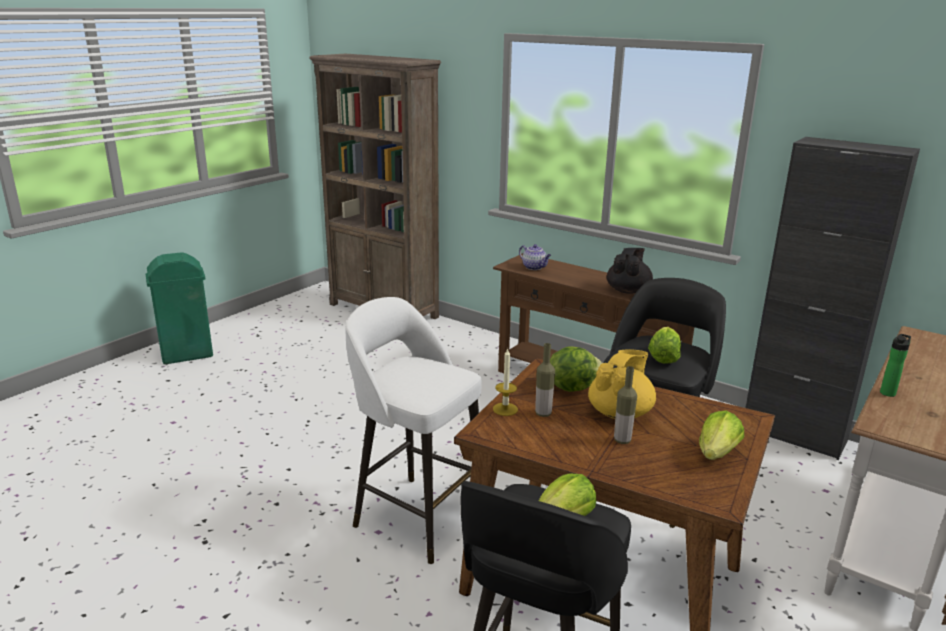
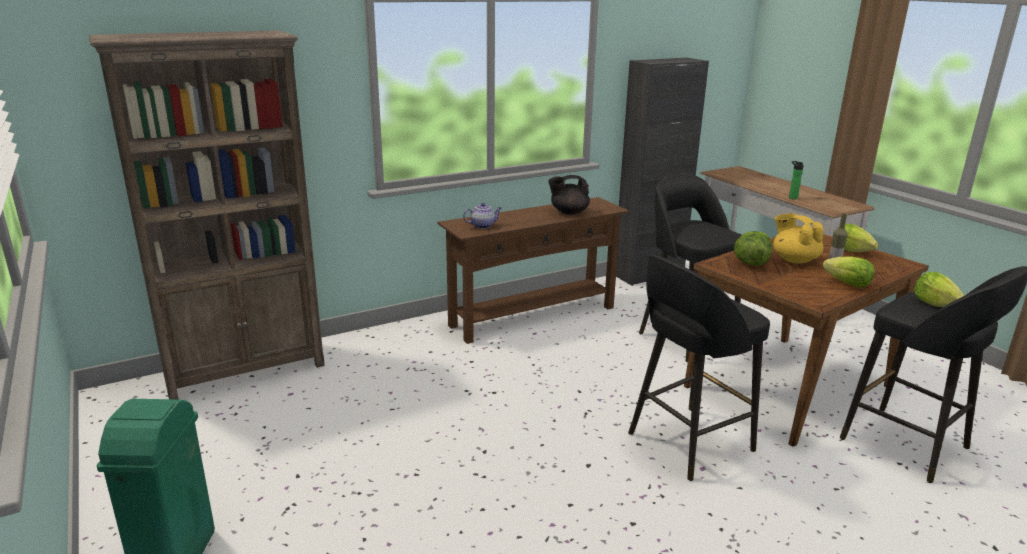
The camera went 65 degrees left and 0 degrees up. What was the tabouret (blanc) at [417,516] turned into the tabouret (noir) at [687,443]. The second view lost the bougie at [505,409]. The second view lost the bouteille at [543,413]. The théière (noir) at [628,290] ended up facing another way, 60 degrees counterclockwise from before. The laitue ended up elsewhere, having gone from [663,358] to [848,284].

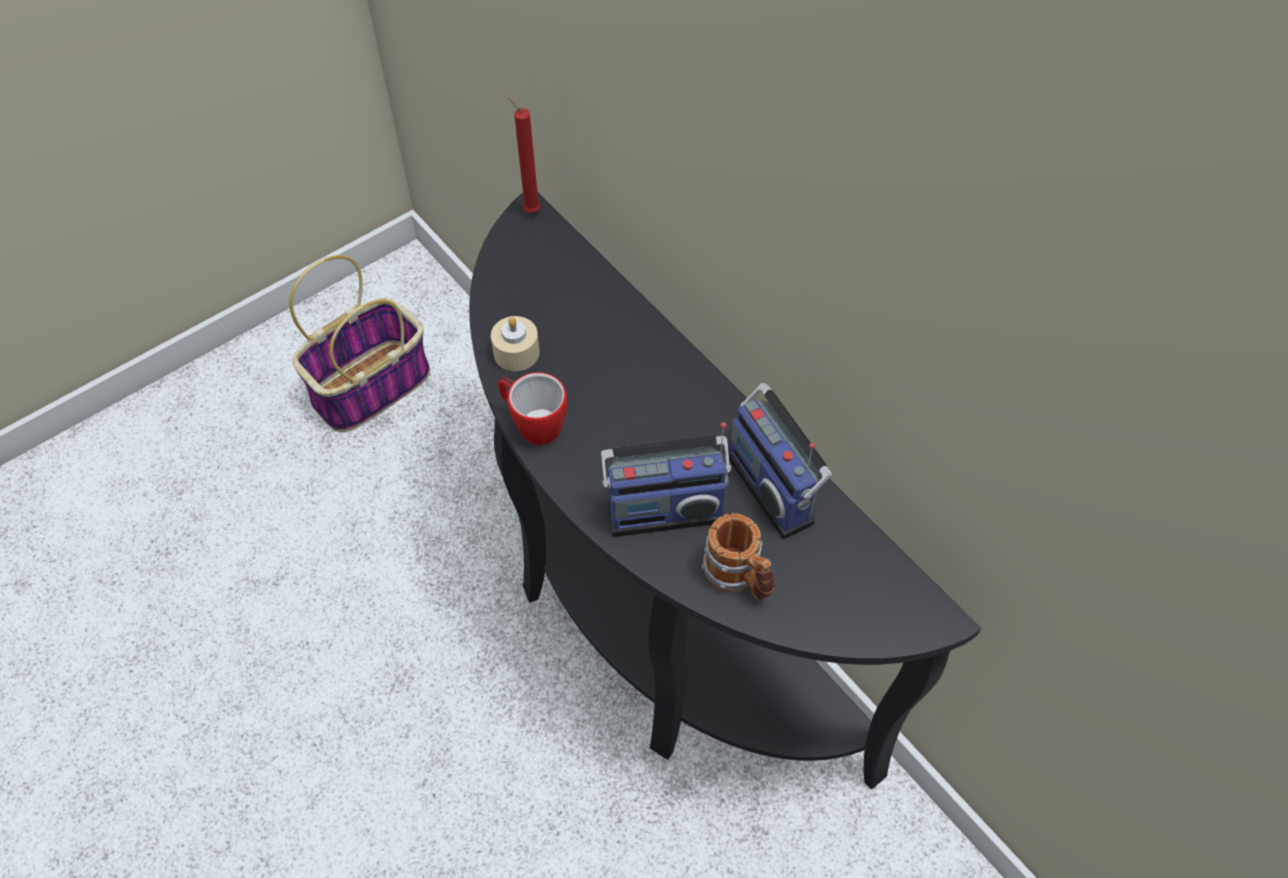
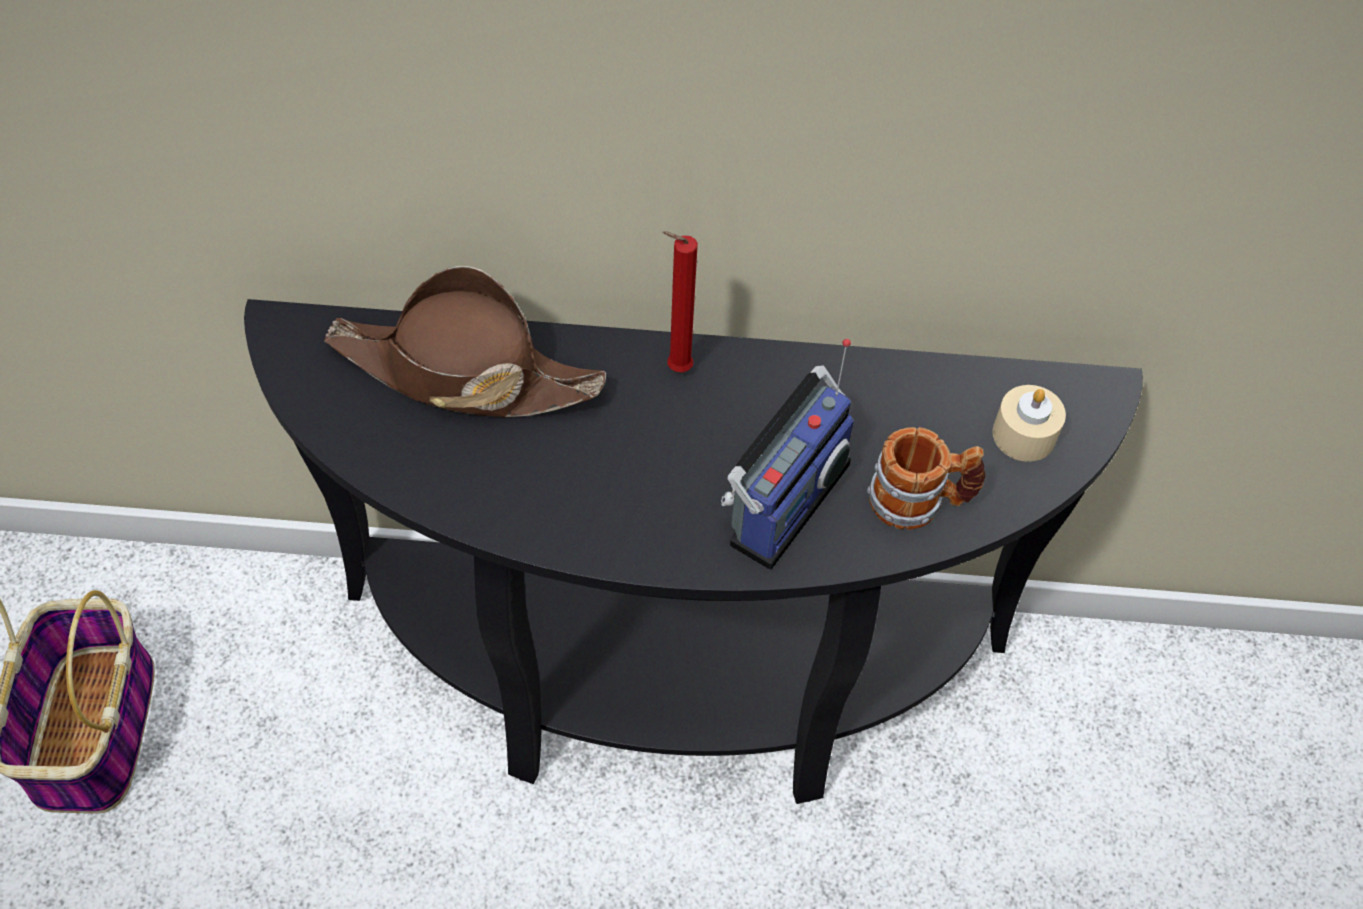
The camera went 50 degrees left and 0 degrees up. The bougie (beige) ended up elsewhere, having gone from [516,353] to [1024,435]. The second view lost the mug at [533,424]. The bougie (rouge) ended up elsewhere, having gone from [530,210] to [675,369]. The second view lost the radio at [774,485]. The second view gained the chapeau (marron) at [464,372].

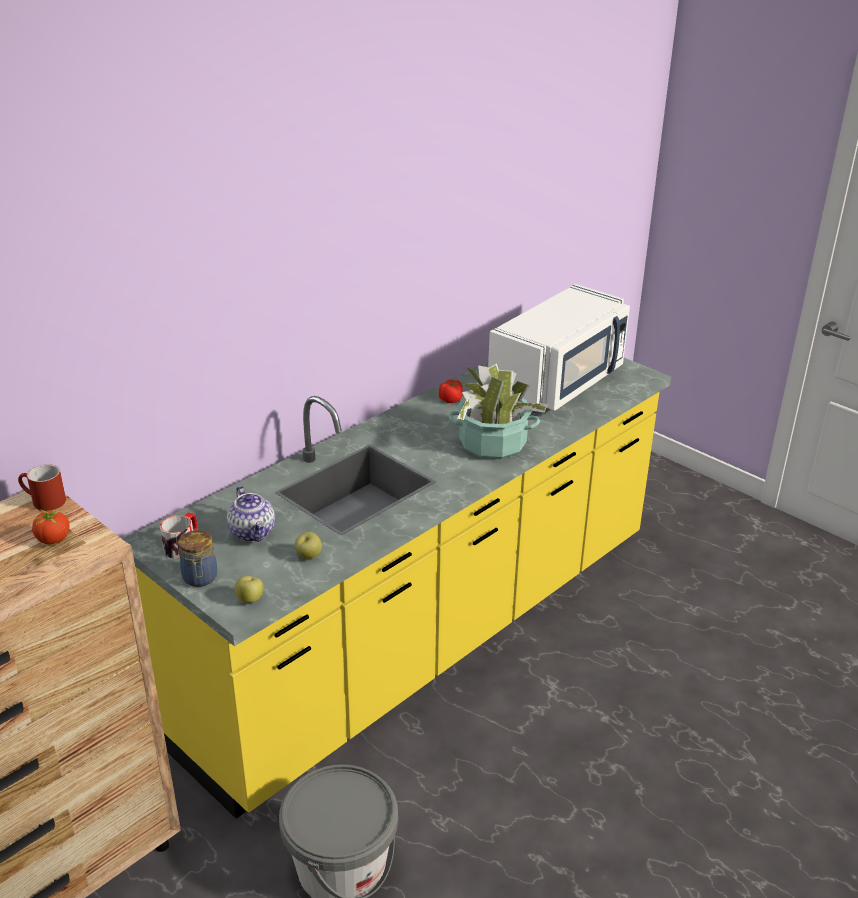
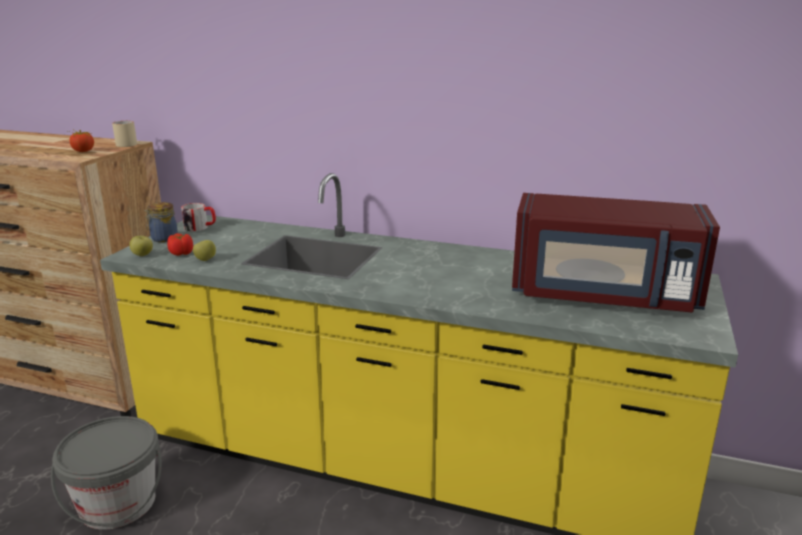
The camera went 65 degrees right and 10 degrees down. What was the mug (rouge) at [43,502] turned into the mug (beige) at [126,144]. The second view lost the théière at [253,532]. The tomate ended up elsewhere, having gone from [451,400] to [181,253]. The second view lost the plante en pot at [492,444]. What was the micro-ondes (blanc) at [559,383] turned into the micro-ondes (rouge) at [603,295].

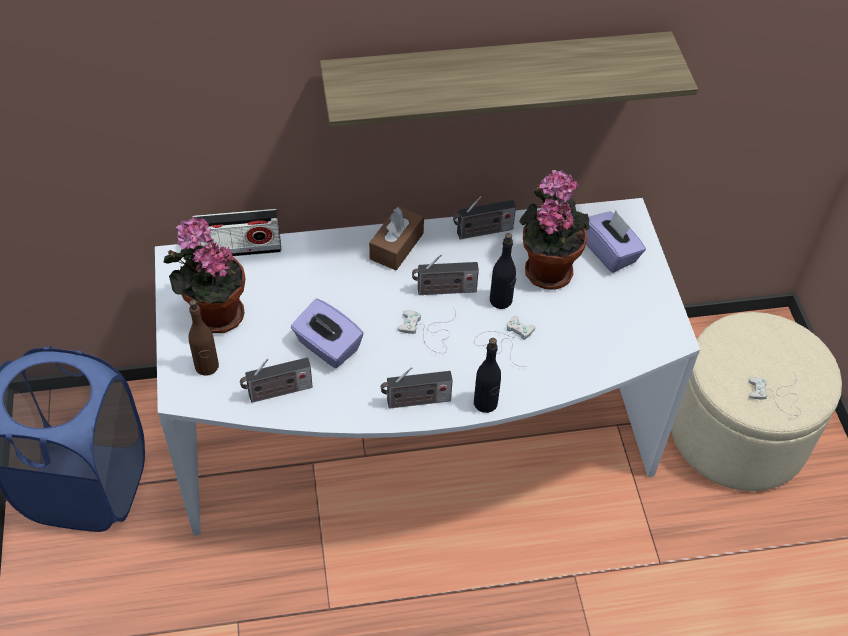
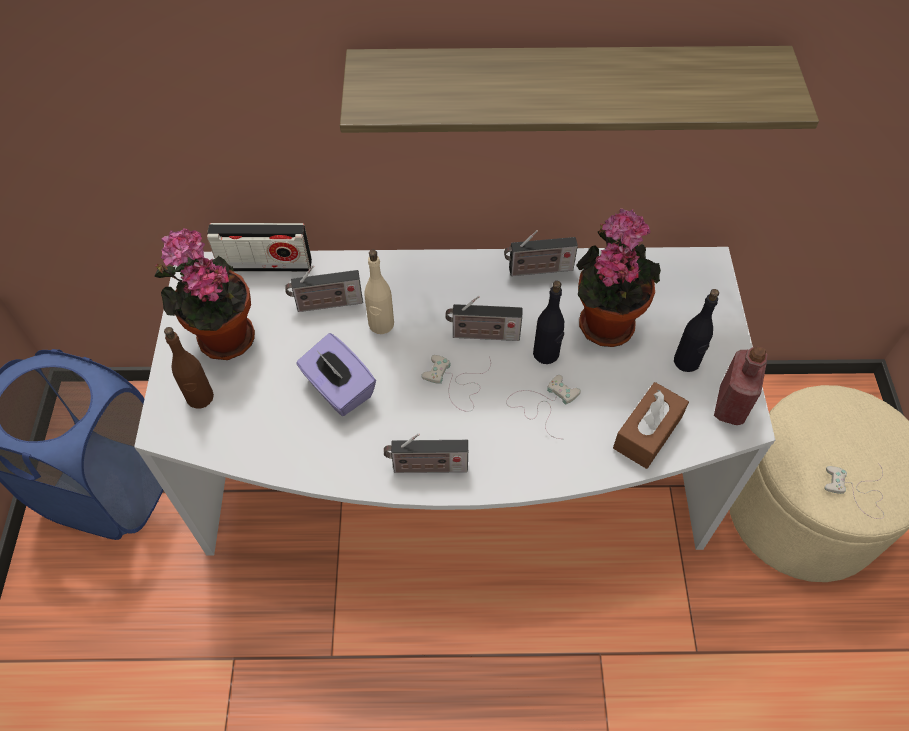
The camera went 10 degrees right and 5 degrees up. The radio ended up elsewhere, having gone from [277,392] to [326,304]. The boîte à mouchoirs (marron) ended up elsewhere, having gone from [396,246] to [647,432]. The bouteille (noir) ended up elsewhere, having gone from [485,403] to [686,362]. The second view lost the boîte à mouchoirs (violet) at [610,252]. The second view gained the bouteille (beige) at [381,324]. The second view gained the bouteille (rouge) at [730,405].

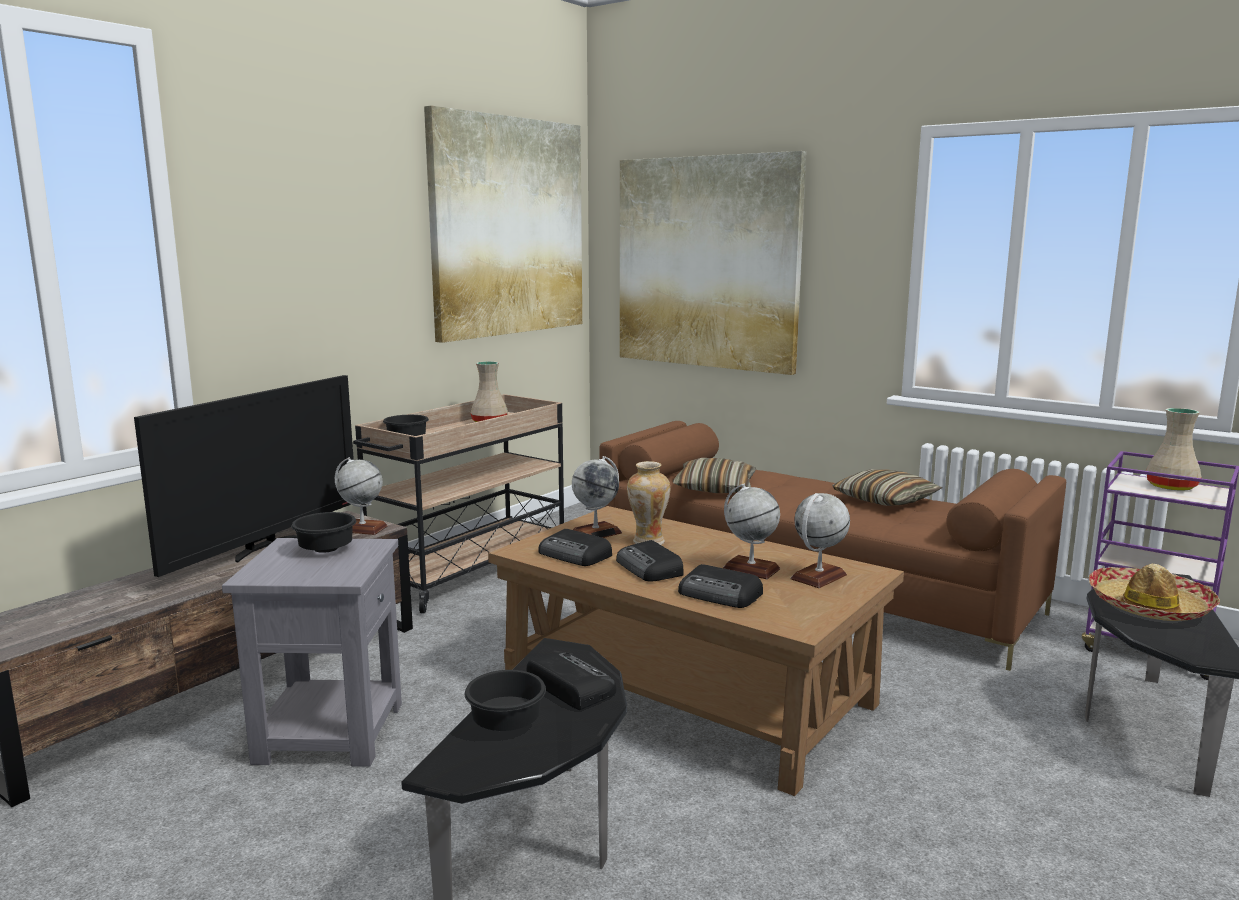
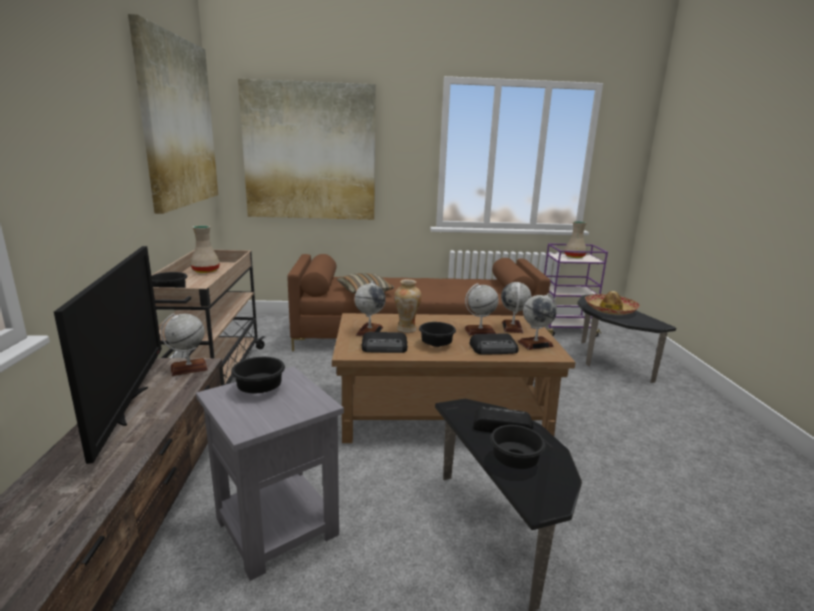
The camera went 40 degrees left and 5 degrees up. Where the radio stood at [650,569], the bol (noir) came to stand at [437,344]. The second view lost the coussin at [885,500]. The second view gained the globe at [535,344].

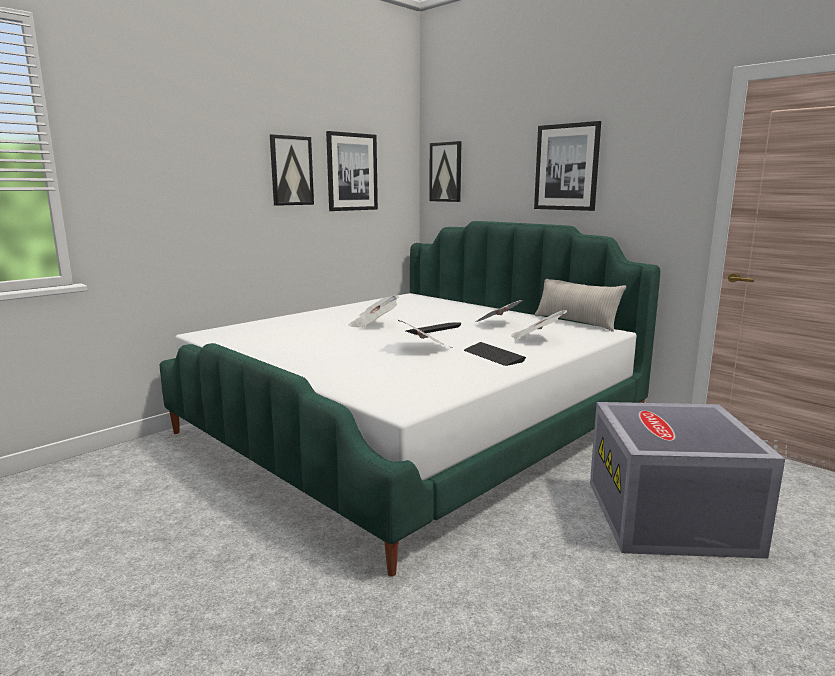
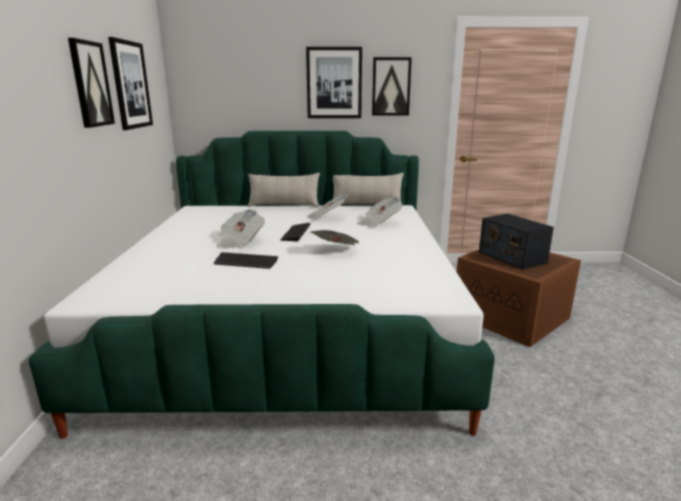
The camera went 45 degrees left and 5 degrees up. The tableau ended up elsewhere, having gone from [446,172] to [391,86]. The clavier ended up elsewhere, having gone from [493,355] to [246,262]. What was the boîte de rangement (gris) at [672,518] turned into the boîte de rangement (marron) at [512,316]. The second view gained the coussin (beige) at [284,205]. The second view gained the radio at [511,257].

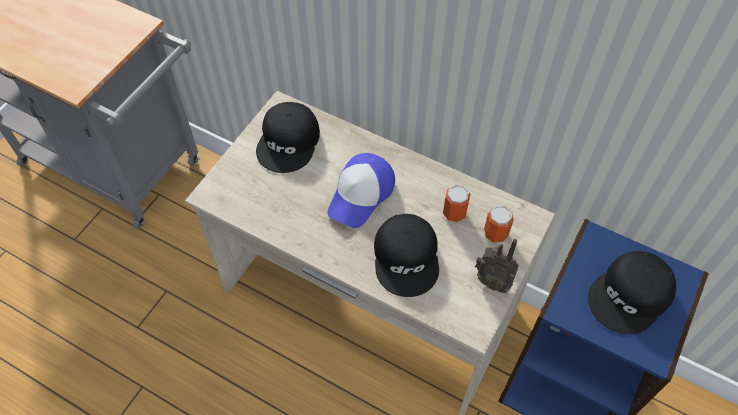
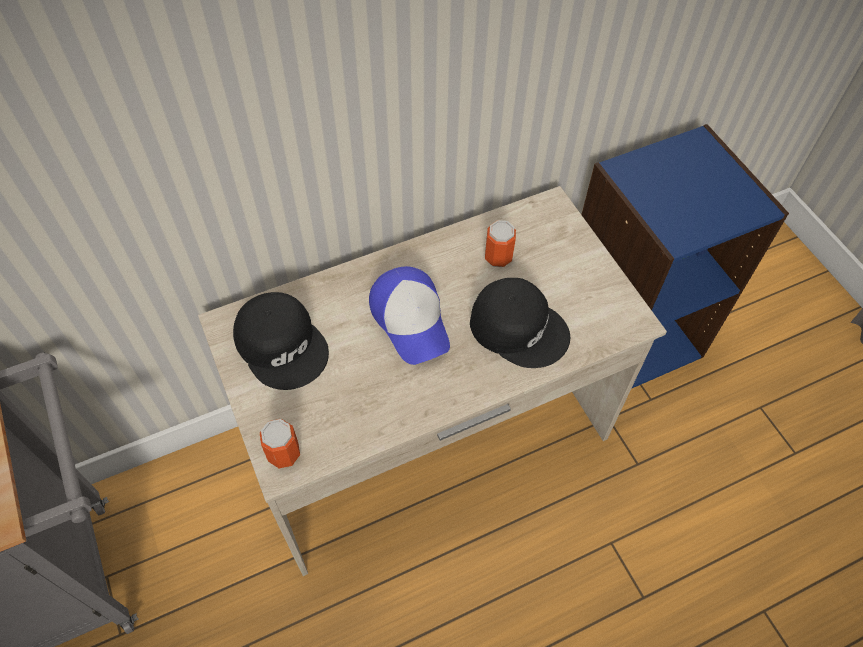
The camera went 55 degrees left and 0 degrees up. The second view lost the radio at [492,281]. The boîte métallique ended up elsewhere, having gone from [495,233] to [284,454]. The second view lost the casquette (noir) at [631,296].

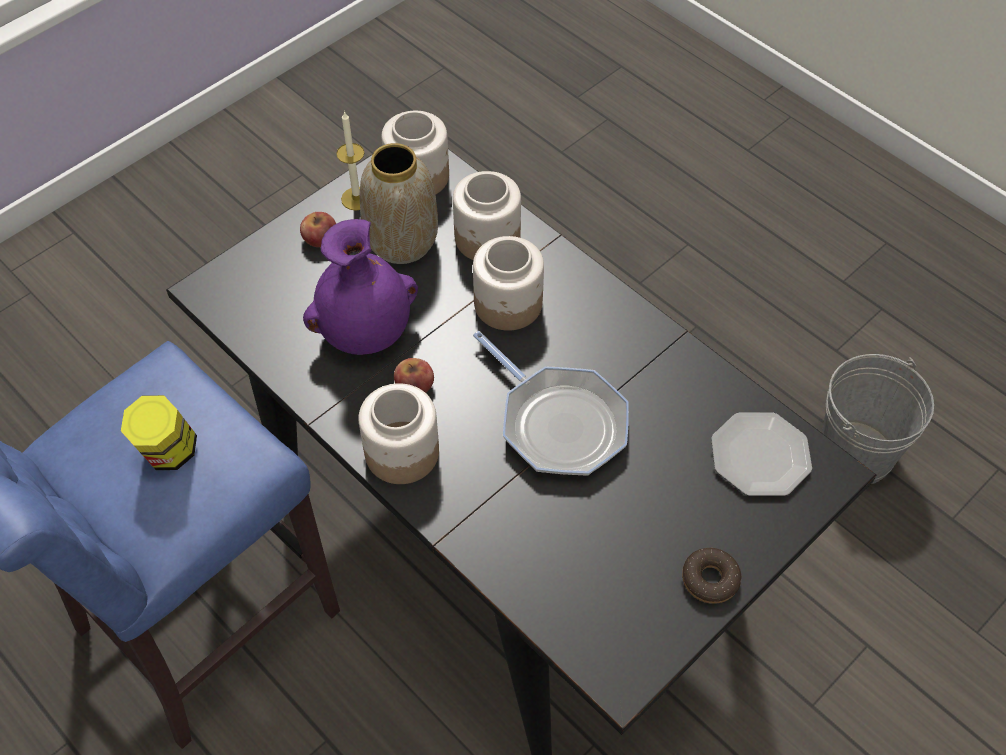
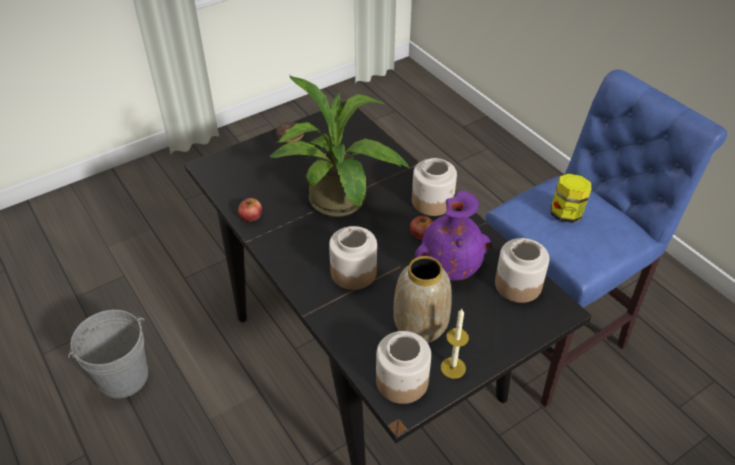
The camera went 170 degrees left and 10 degrees down. The pomme ended up elsewhere, having gone from [320,238] to [251,216]. The bocal ended up elsewhere, having gone from [487,238] to [518,284]. Where the poêle stood at [558,422], the plante en pot came to stand at [341,204]. The second view lost the assiette at [759,455].

